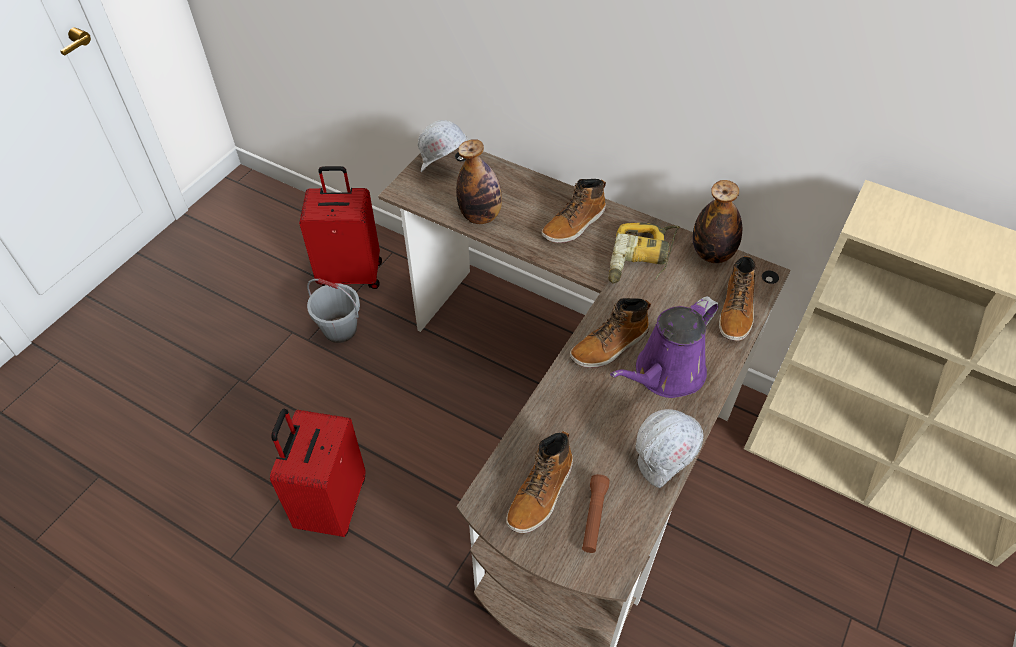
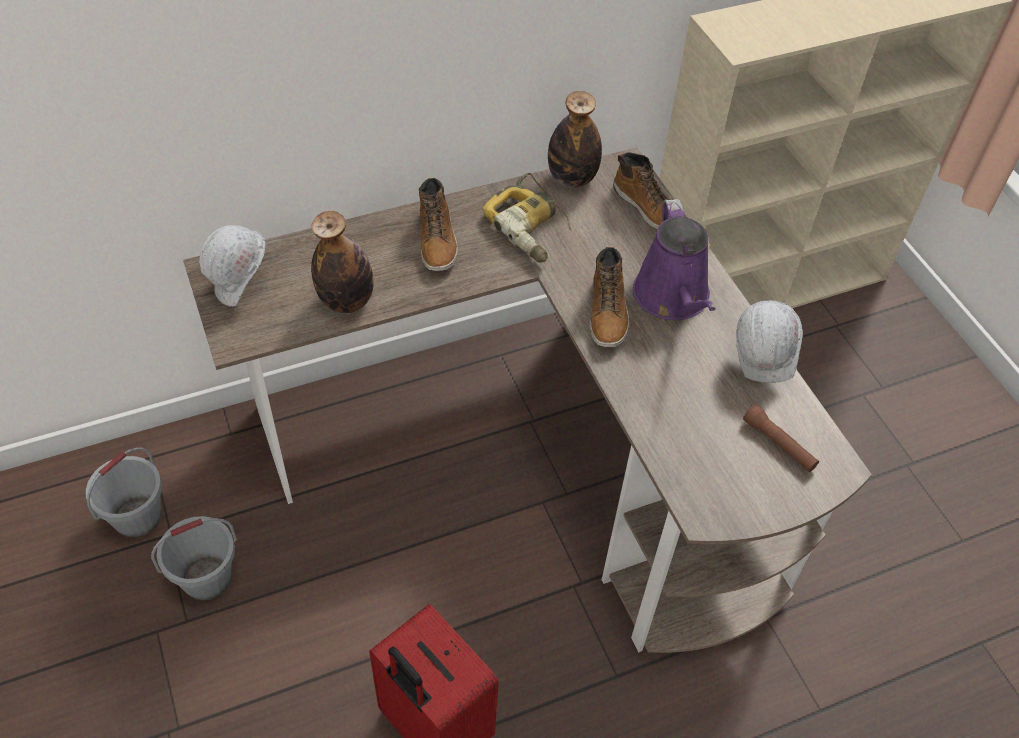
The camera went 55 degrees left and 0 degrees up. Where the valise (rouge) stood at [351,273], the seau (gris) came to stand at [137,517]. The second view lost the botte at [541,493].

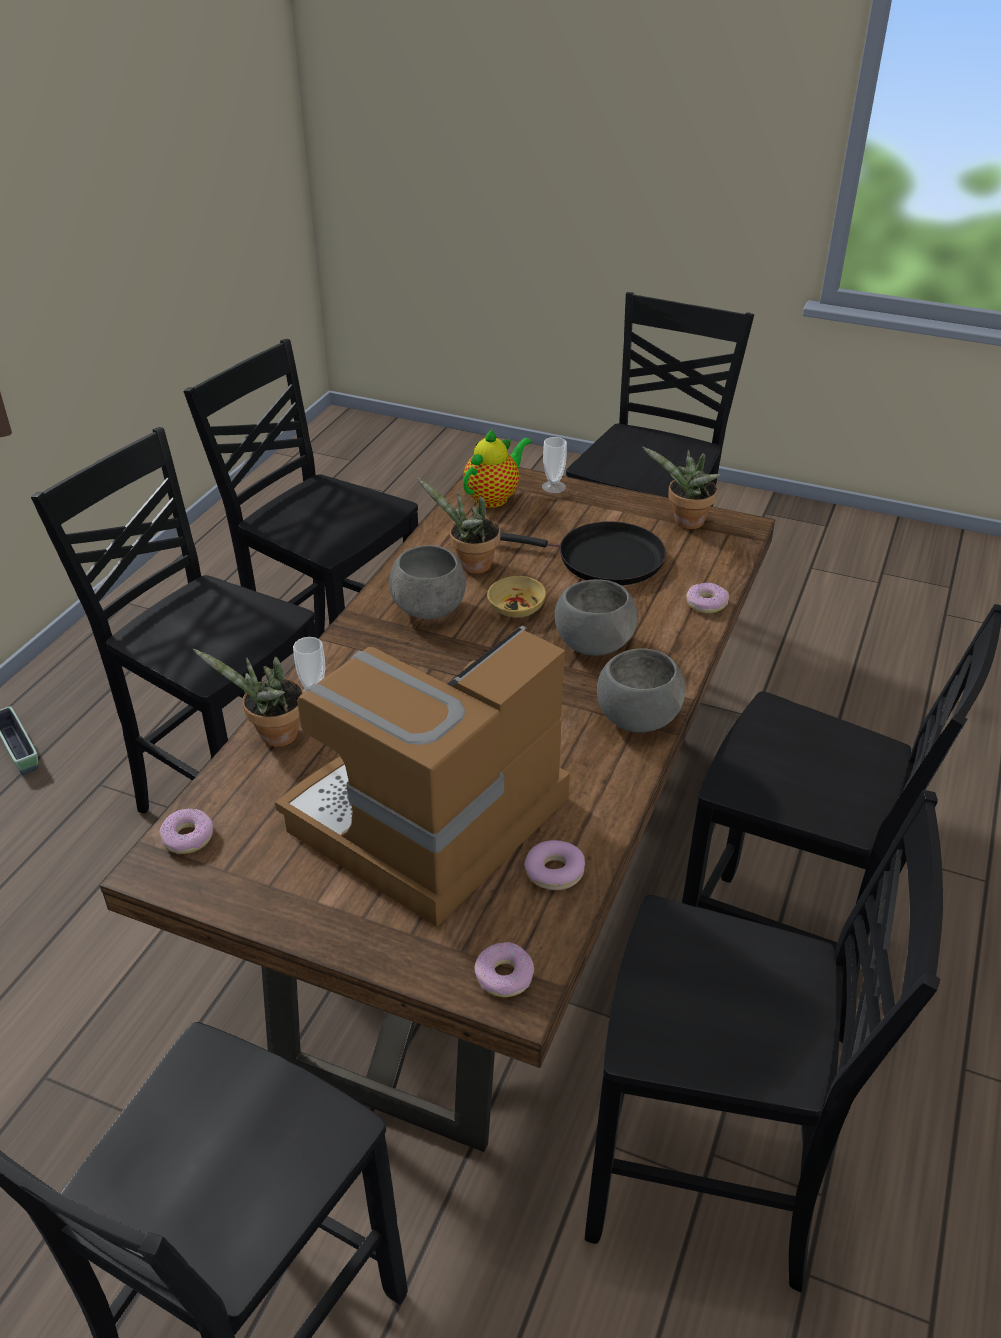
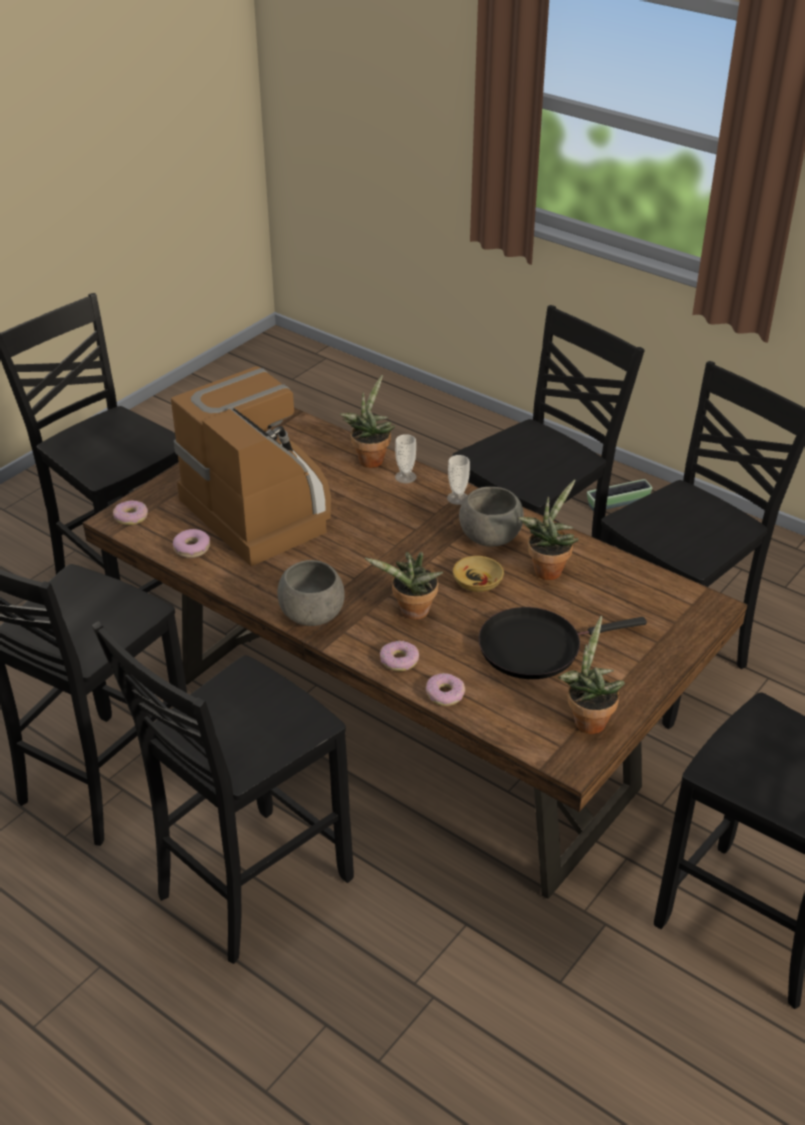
The camera went 105 degrees right and 0 degrees up. The beignet ended up elsewhere, having gone from [188,837] to [399,661]. The second view lost the théière at [494,497]. The poêle (noir) at [602,559] ended up facing another way, 45 degrees clockwise from before. The tasse ended up elsewhere, having gone from [553,487] to [457,498]. Where the bol (gris) stood at [592,644], the plante en pot came to stand at [412,613].

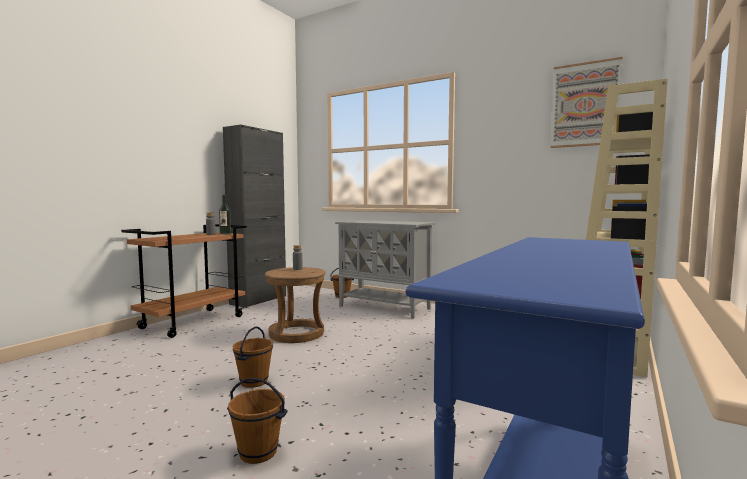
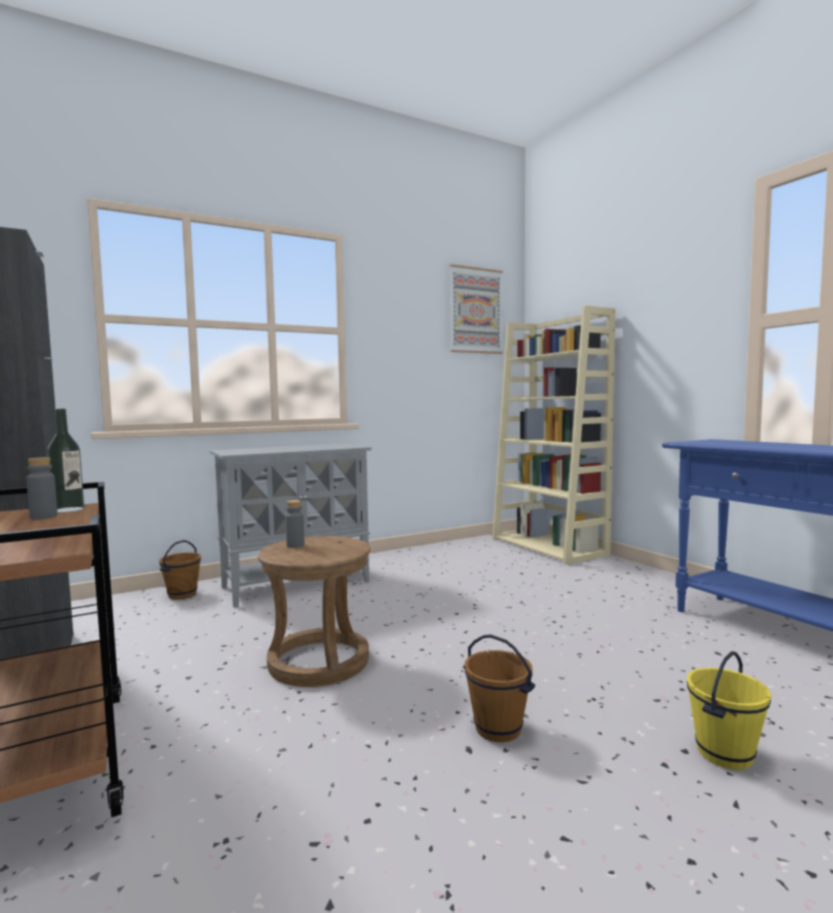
The camera went 60 degrees left and 0 degrees up. What was the seau (marron) at [258,452] turned into the seau (jaune) at [723,753].

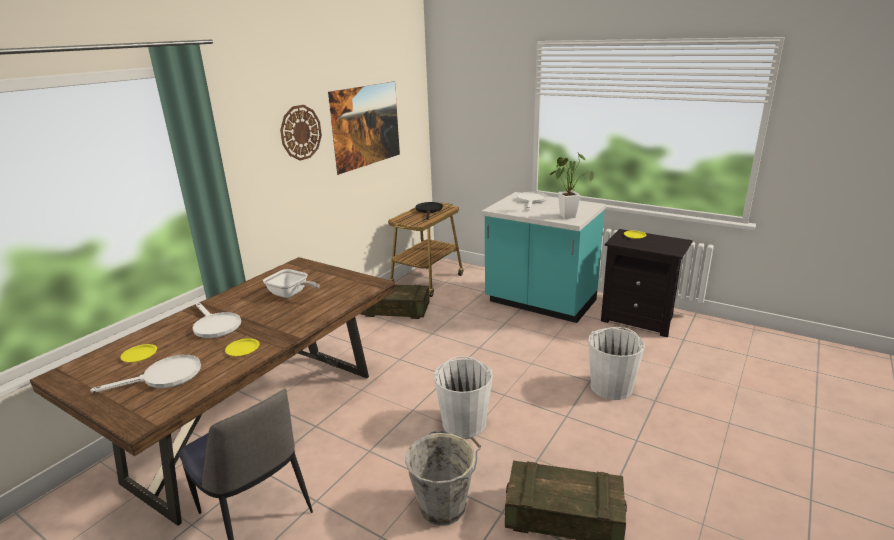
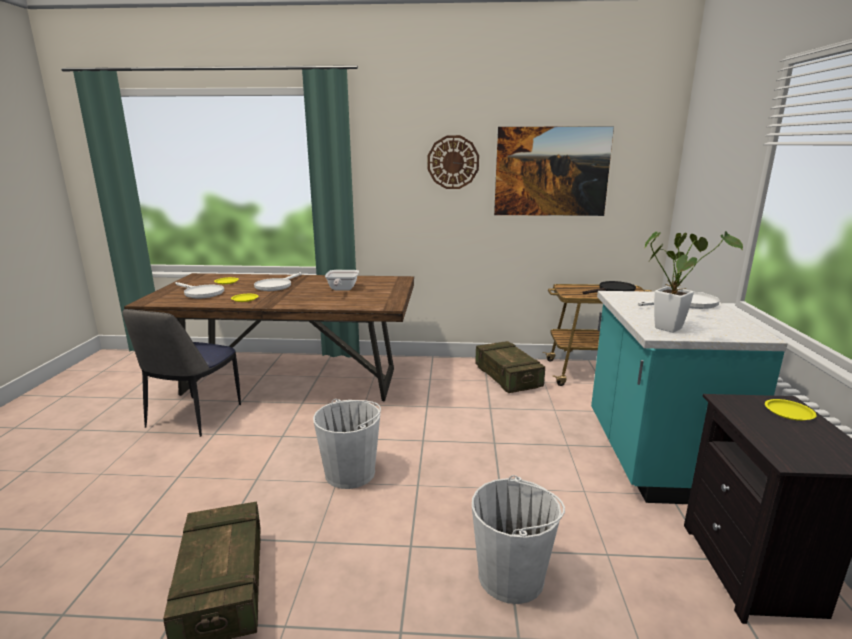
The camera went 60 degrees right and 5 degrees down. The second view lost the seau (gris) at [444,505].

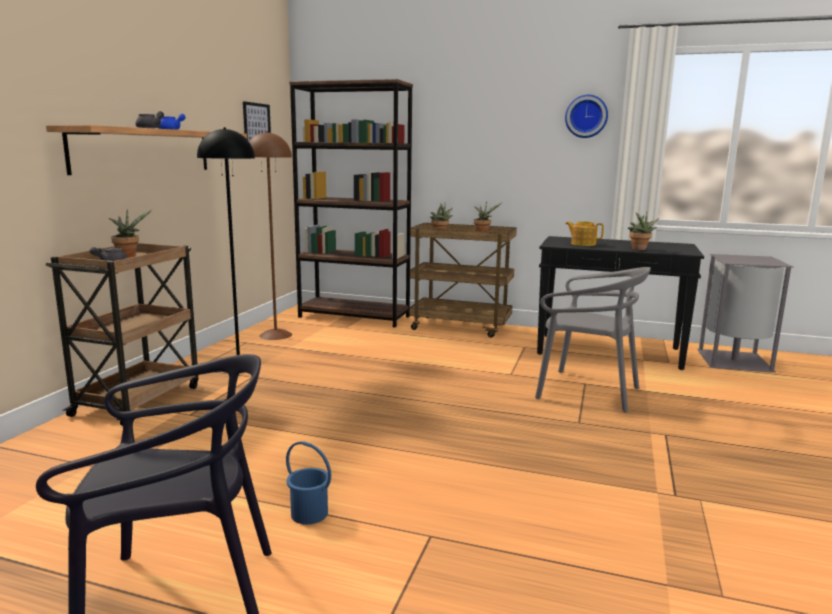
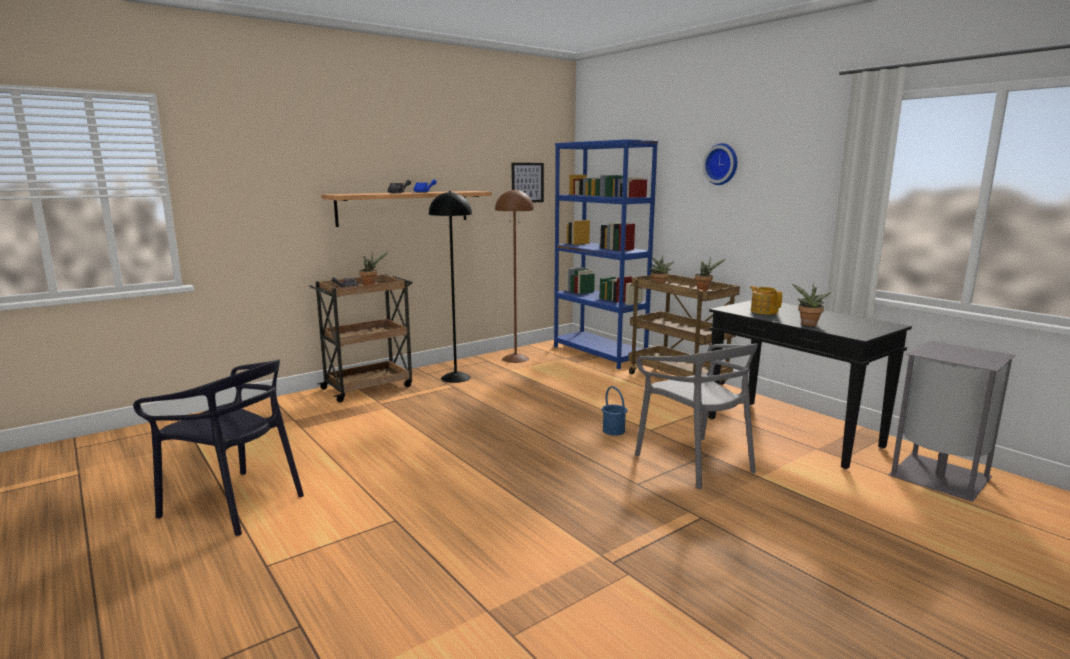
The camera went 35 degrees right and 0 degrees up. The seau (bleu) ended up elsewhere, having gone from [309,513] to [614,431]. What was the bibliothèque (marron) at [354,317] turned into the bibliothèque (bleu) at [599,354]. The horloge murale ended up elsewhere, having gone from [586,116] to [722,164].

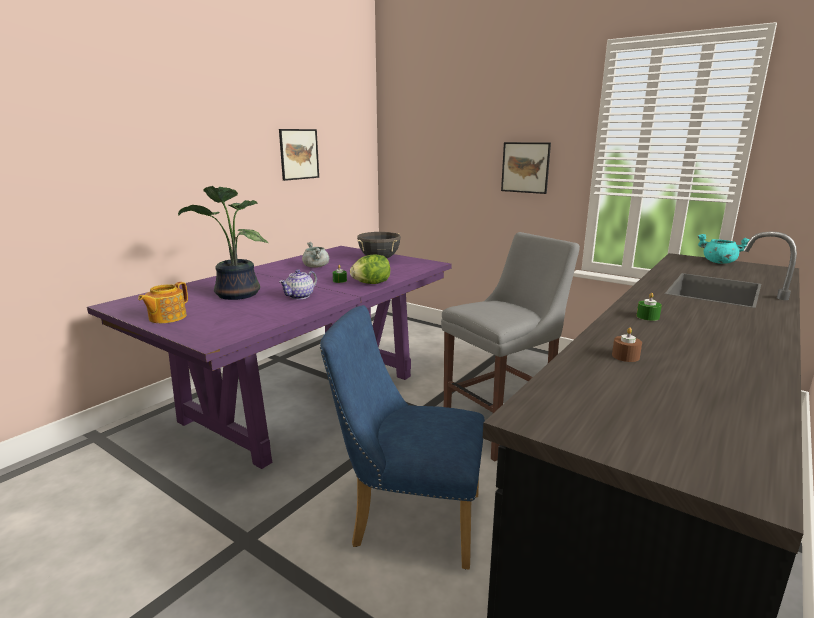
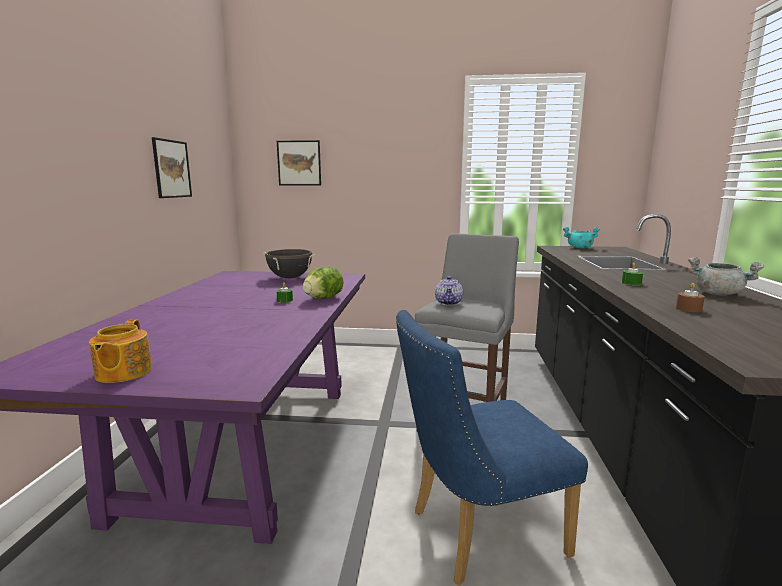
The camera went 30 degrees left and 5 degrees down. The second view lost the plante en pot at [235,295]. The théière ended up elsewhere, having gone from [299,296] to [449,303]. The marmite (gris) ended up elsewhere, having gone from [316,266] to [718,294]. The tableau ended up elsewhere, having gone from [525,167] to [299,163].

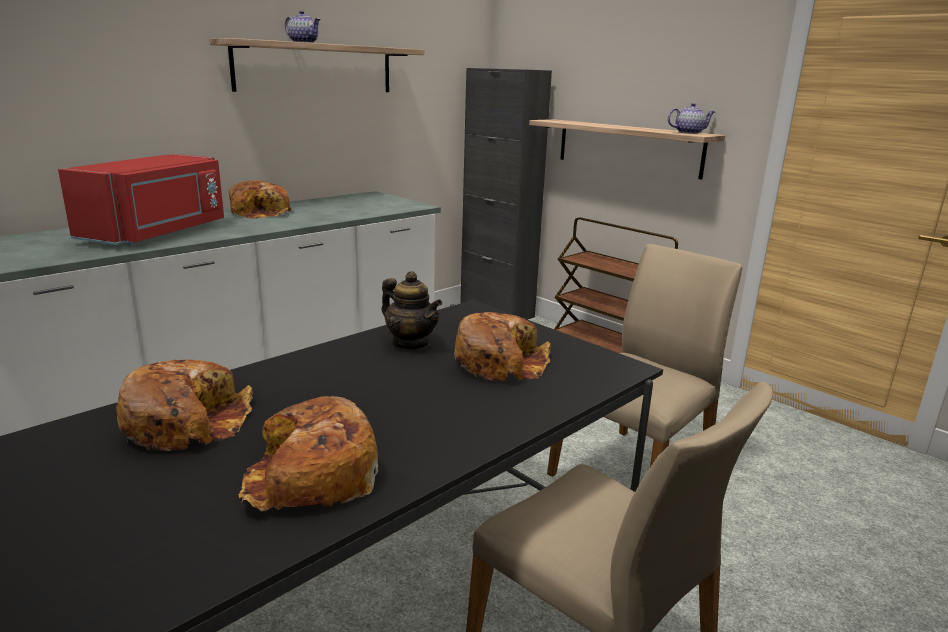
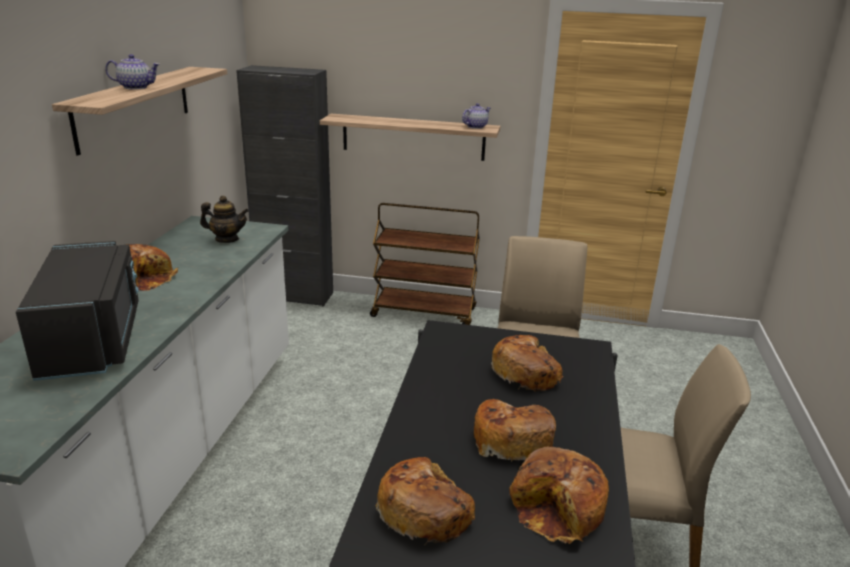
The camera went 35 degrees left and 5 degrees up. What was the micro-ondes (rouge) at [158,233] turned into the micro-ondes (noir) at [94,340]. The théière ended up elsewhere, having gone from [411,343] to [227,239]. The second view gained the pain at [511,439].

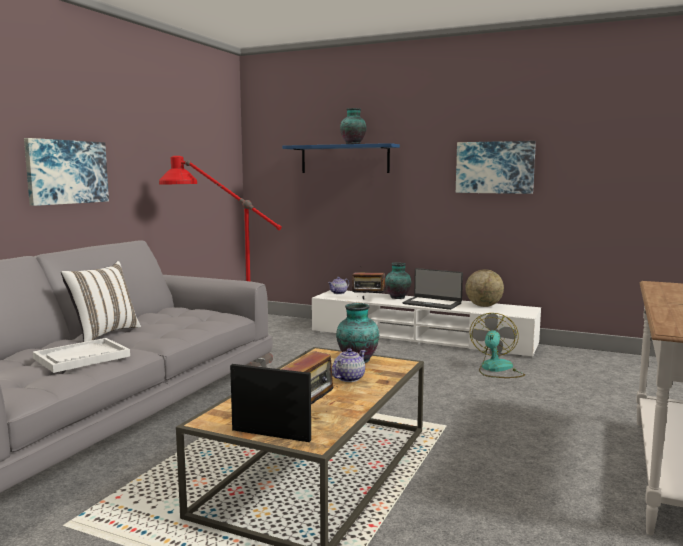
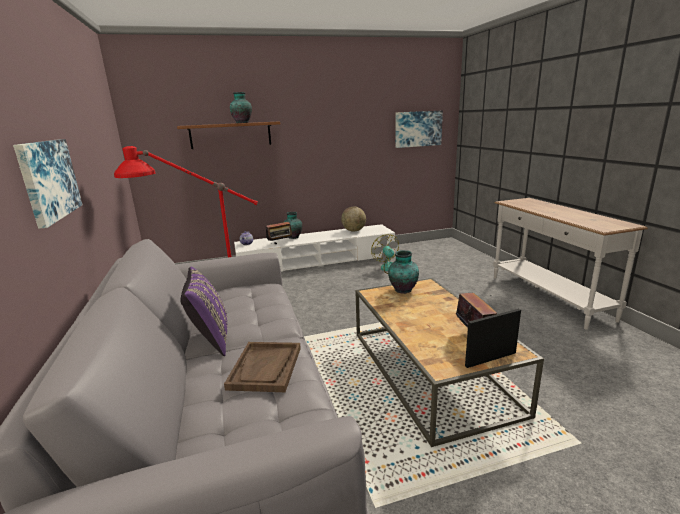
The camera went 40 degrees left and 10 degrees up. What was the plateau (blanc) at [81,357] turned into the plateau (marron) at [265,368]. What was the coussin (blanc) at [104,334] turned into the coussin (violet) at [210,340]. What was the étagère (bleu) at [344,159] turned into the étagère (marron) at [230,135]. The second view lost the théière at [348,378]. The second view lost the ordinateur portable at [432,303]. The tableau ended up elsewhere, having gone from [495,167] to [418,129].

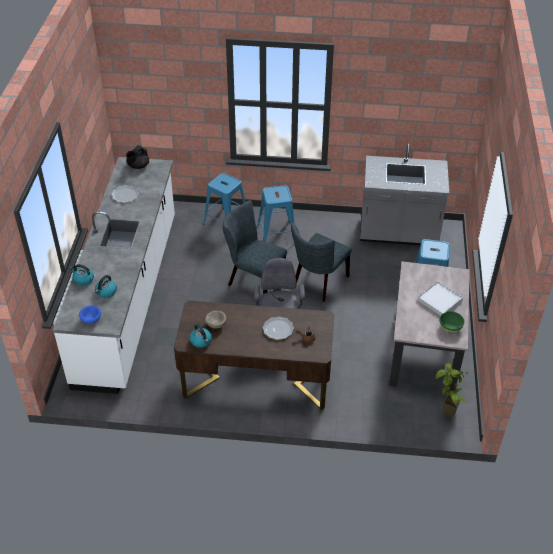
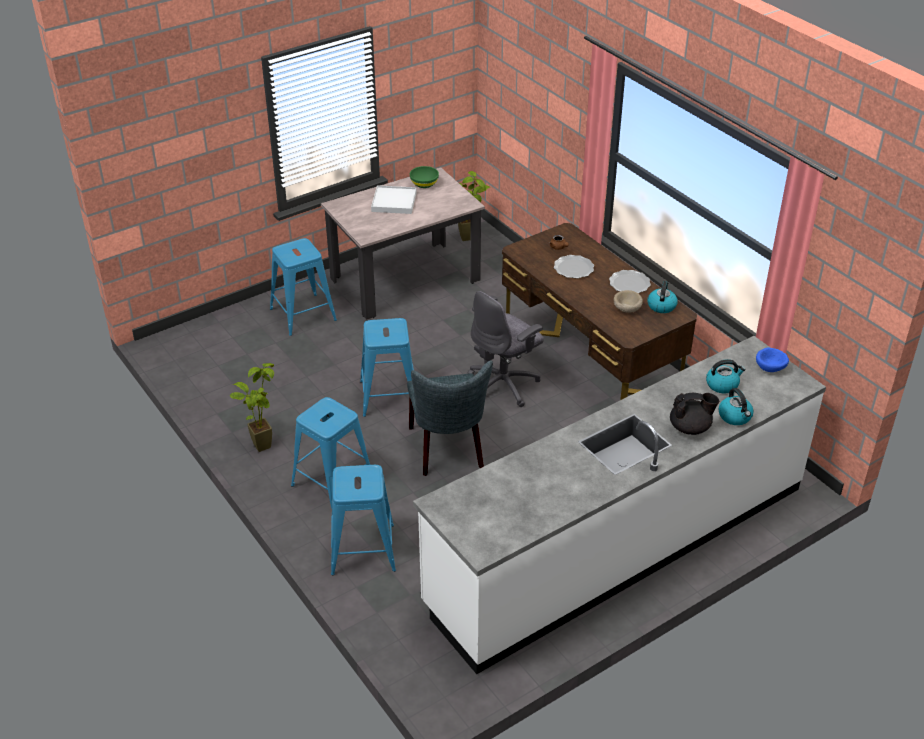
The camera went 130 degrees left and 5 degrees down. The assiette ended up elsewhere, having gone from [125,195] to [629,284]. The théière (noir) ended up elsewhere, having gone from [138,166] to [690,428]. Where the chaise (gris) stood at [318,283], the tabouret (bleu) came to stand at [388,396]. The second view lost the comptoir de cuisine (gris) at [398,234]. The second view gained the plante en pot at [261,441].

